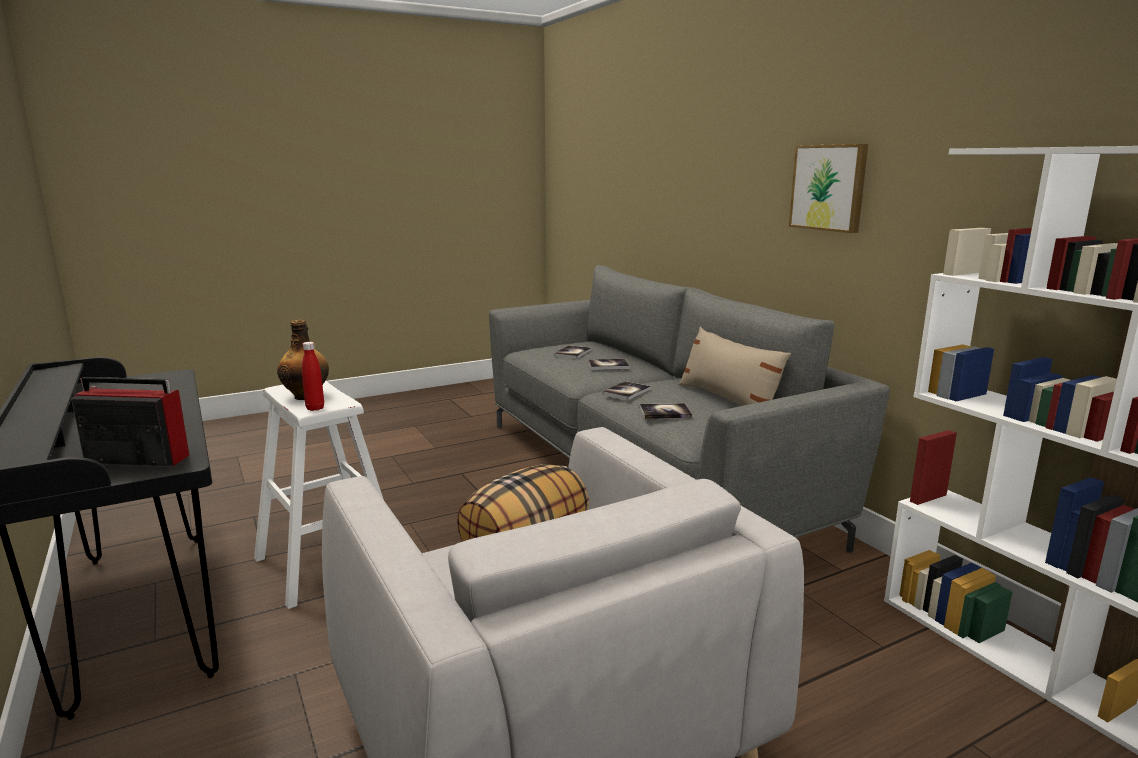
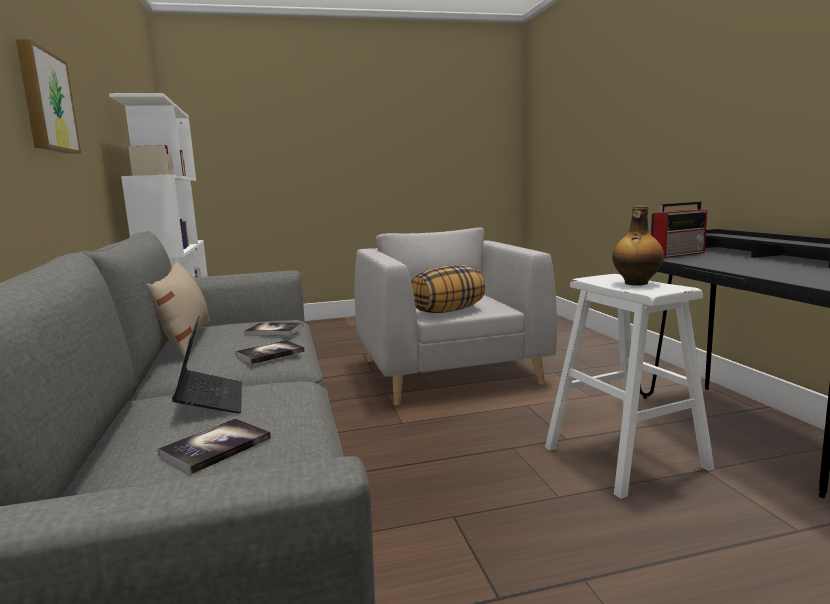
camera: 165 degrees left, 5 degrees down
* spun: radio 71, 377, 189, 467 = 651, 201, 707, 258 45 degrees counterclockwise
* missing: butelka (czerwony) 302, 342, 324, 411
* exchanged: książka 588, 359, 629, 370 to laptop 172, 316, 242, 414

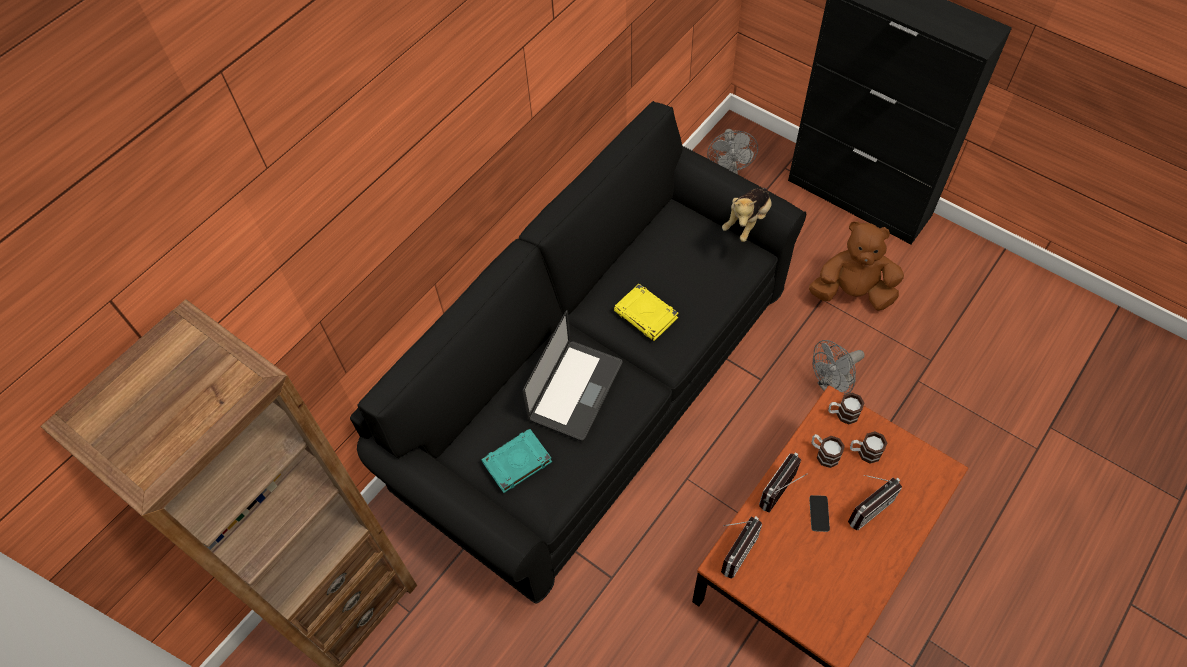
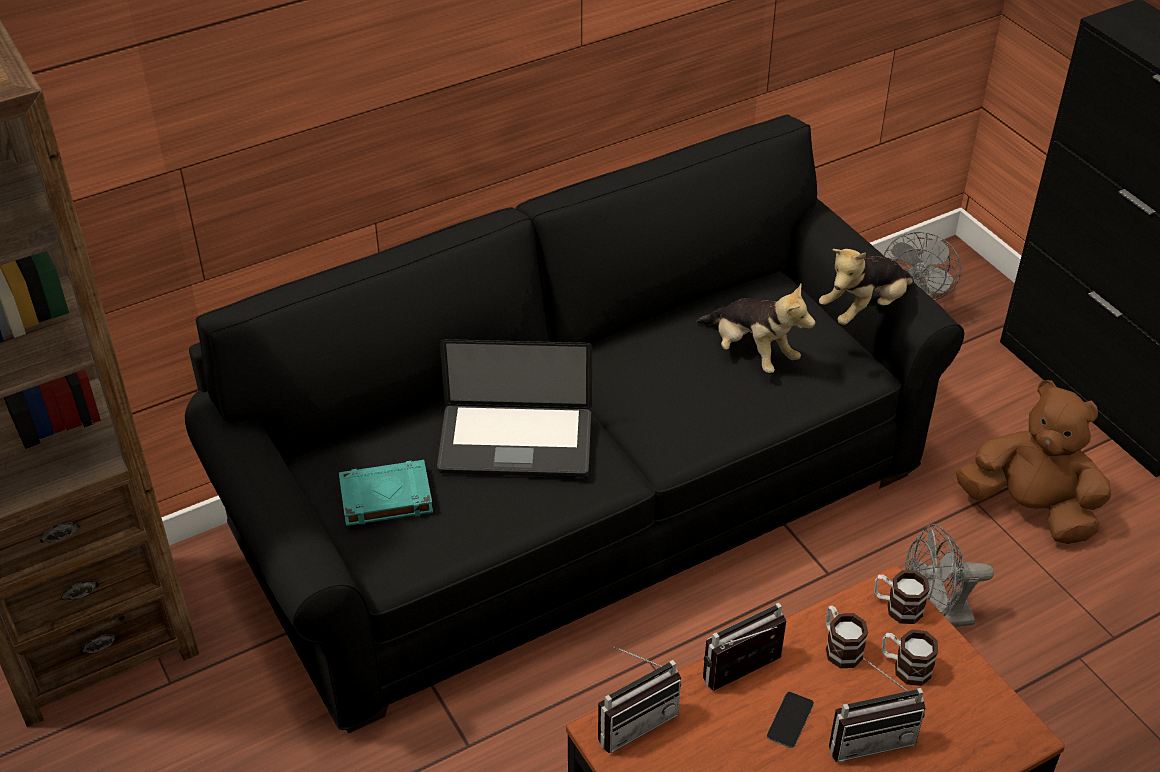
camera: 20 degrees right, 15 degrees down
* spun: laptop 523, 310, 623, 442 = 437, 339, 592, 477 45 degrees clockwise
* missing: książka (żółty) 613, 284, 679, 341
* appeared: pluszak 696, 284, 816, 373

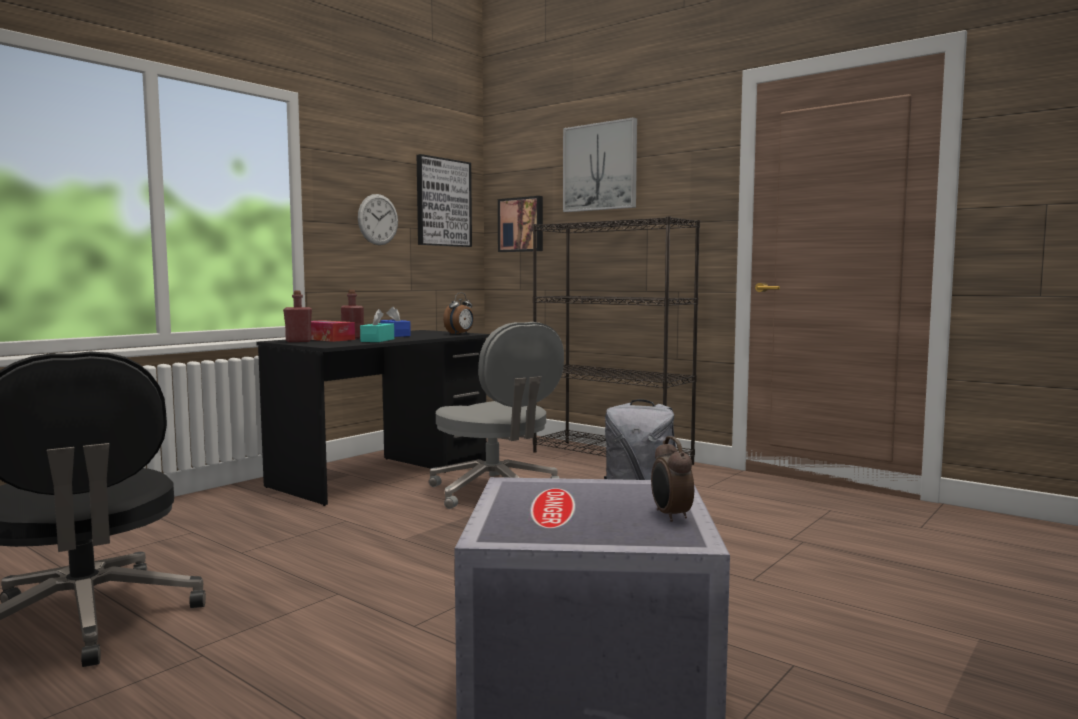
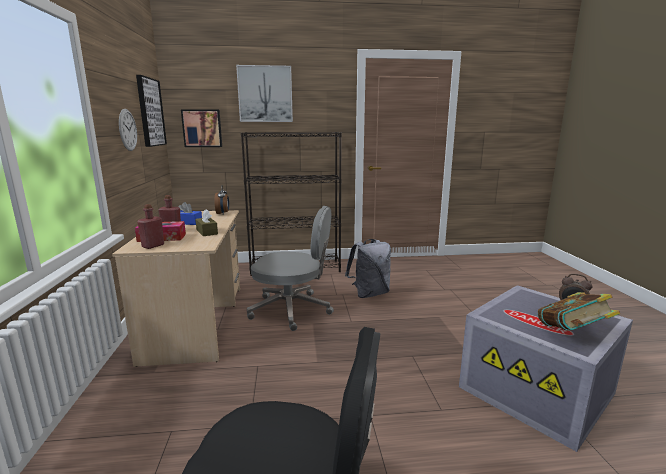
camera: 45 degrees left, 10 degrees up
* colour: biurko (czarny) 256, 330, 490, 506 to biurko (beżowy) 112, 210, 240, 367
* colour: pudełko chusteczek (turkusowy) 360, 309, 394, 342 to pudełko chusteczek (brązowy) 195, 209, 218, 236
* appeared: książka 538, 292, 620, 331

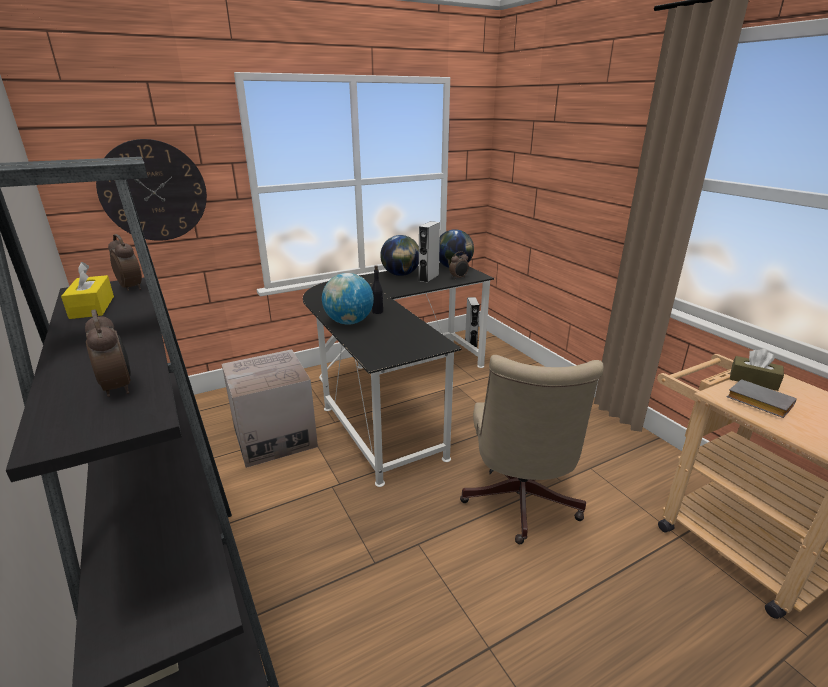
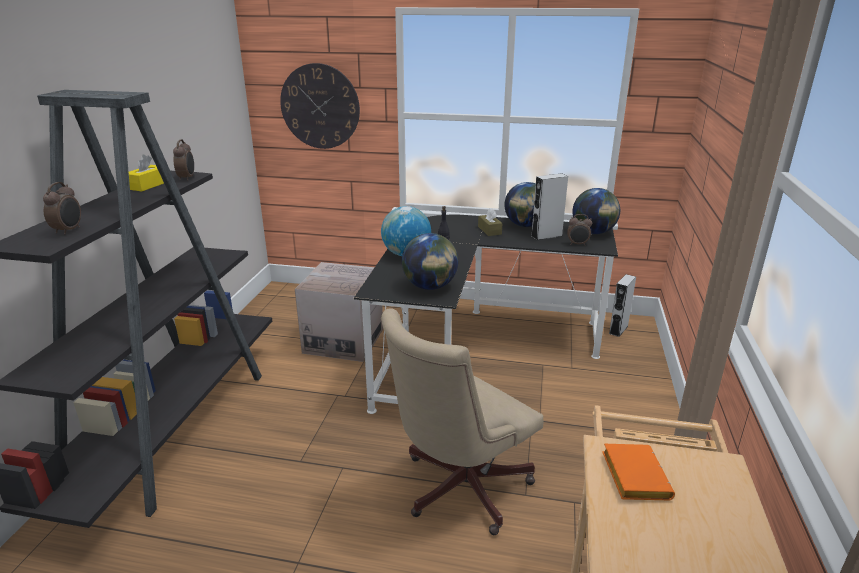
camera: 40 degrees right, 0 degrees up
* colour: książka (szary) 727, 379, 797, 418 to książka (pomarańczowy) 602, 444, 675, 500
* relocated: pudełko chusteczek (brązowy) 730, 349, 784, 391 to 478, 208, 502, 236
* appeared: globus 402, 233, 458, 290

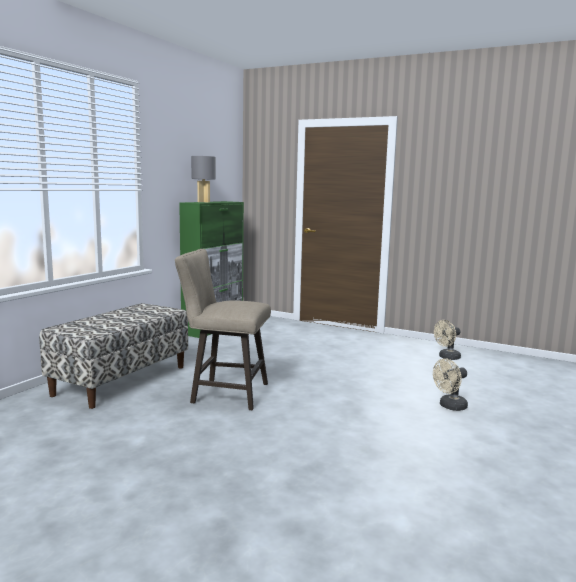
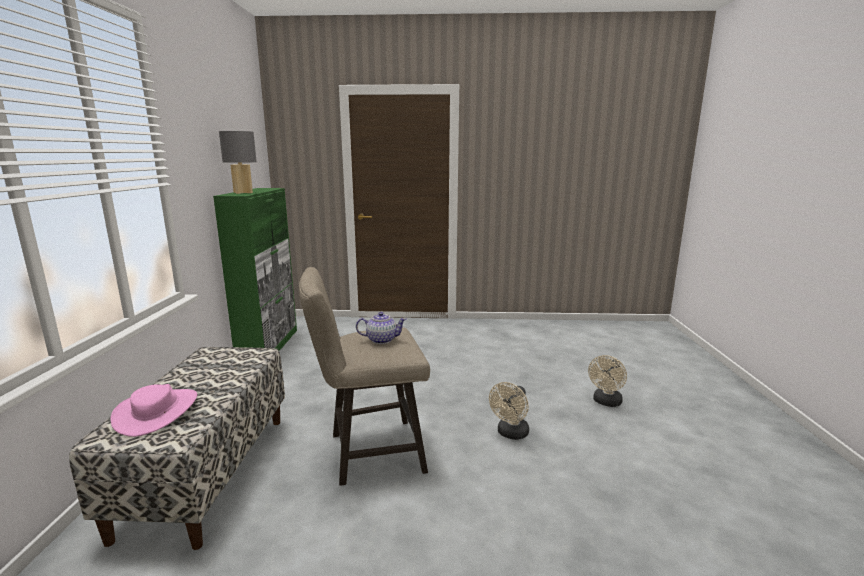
camera: 25 degrees left, 5 degrees up
* relocated: wentylator (beżowy) 434, 320, 461, 360 to 489, 382, 529, 440
* appeared: kapelusz (różowy) 110, 384, 197, 437
* appeared: imbryk 356, 312, 407, 344

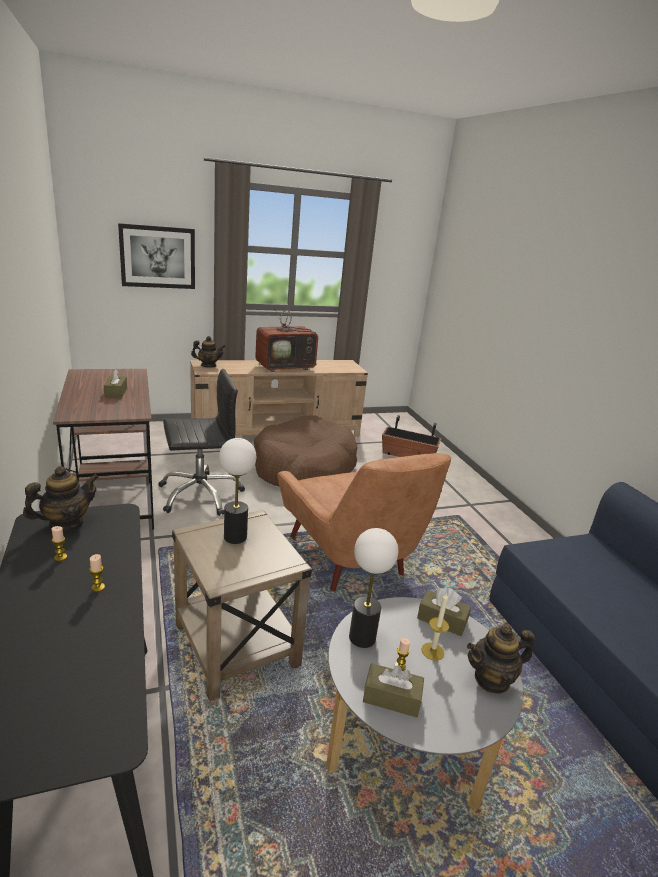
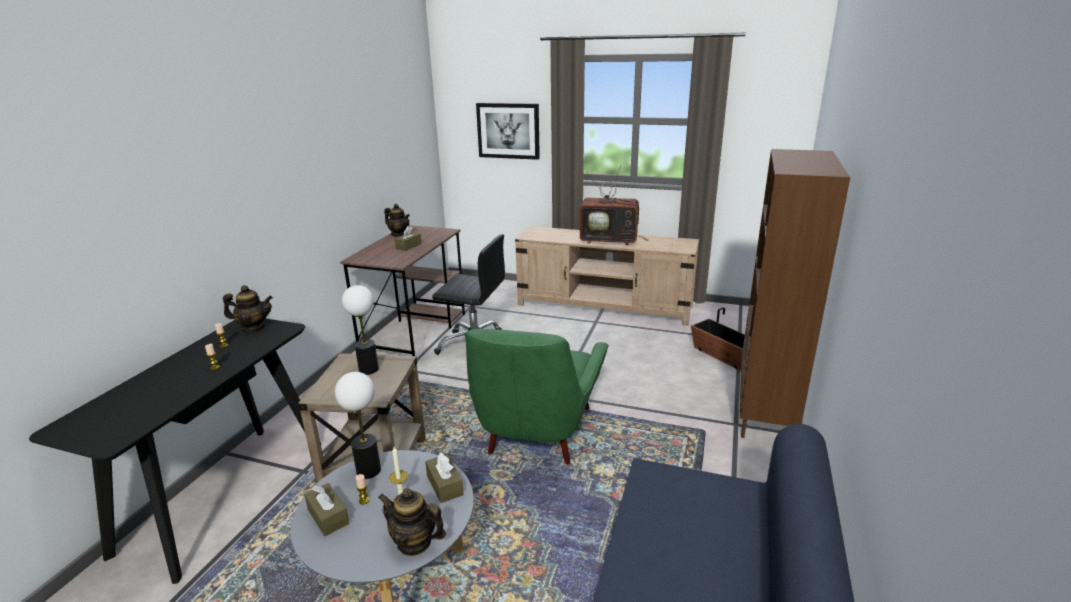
camera: 40 degrees right, 0 degrees up
* relocated: imbryk 191, 336, 225, 367 to 384, 204, 410, 236
* missing: legowisko (brązowy) 254, 415, 358, 486
* colour: fotel (brązowy) 277, 453, 451, 591 to fotel (zielony) 465, 329, 609, 464
* appeared: regał (brązowy) 740, 149, 850, 438

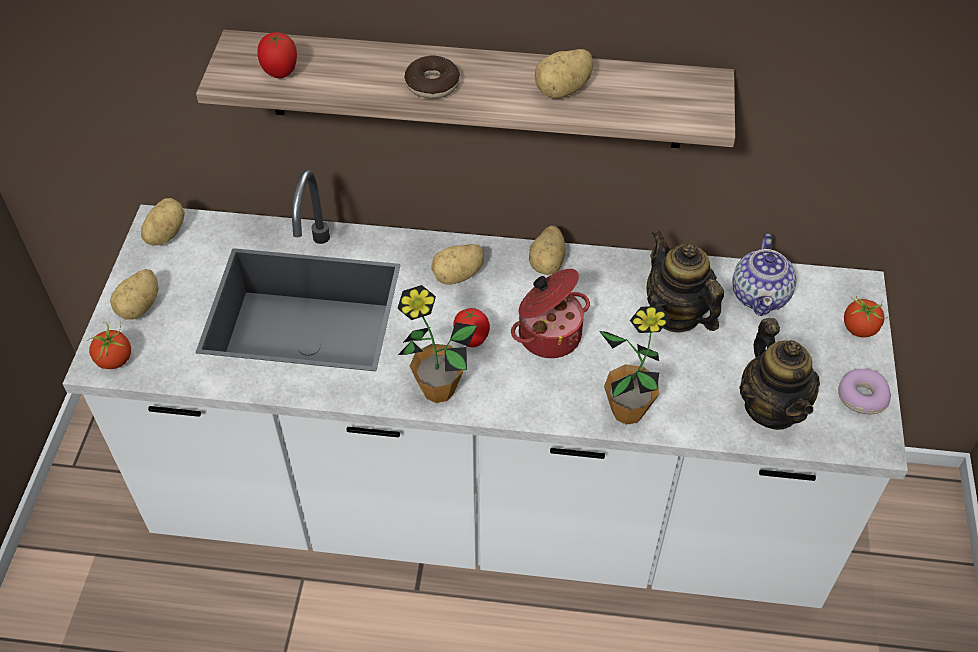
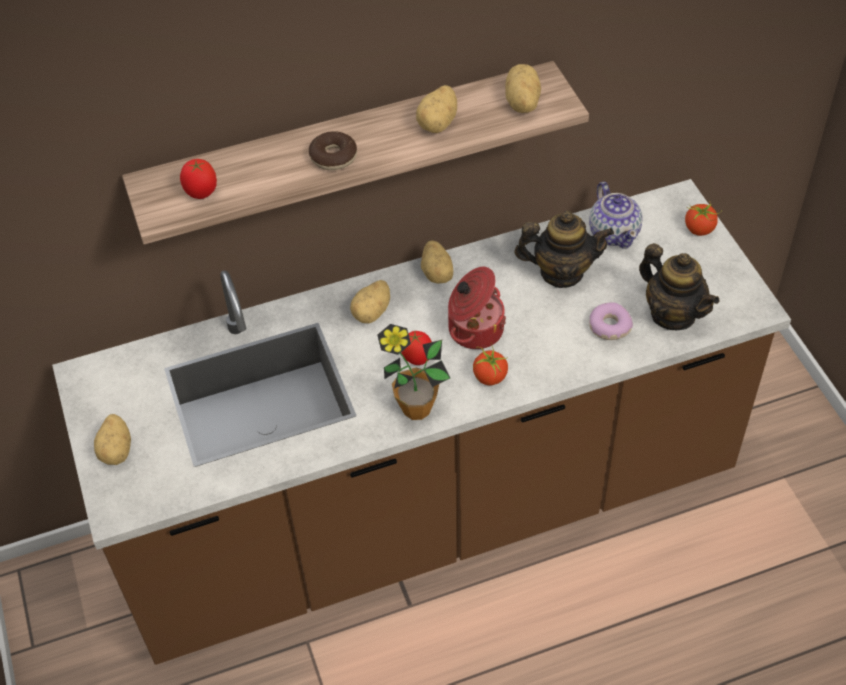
camera: 25 degrees left, 0 degrees up
* colour: zabudowa kuchenna (biały) 63, 170, 908, 608 to zabudowa kuchenna (brązowy) 52, 179, 791, 665
* relocated: pomidor 87, 322, 131, 369 to 473, 344, 508, 386
* relocated: ziemniak 141, 198, 185, 246 to 506, 64, 541, 113
* missing: roślina doniczkowa 599, 306, 670, 425
* spun: imbryk 646, 230, 724, 333 = 514, 211, 614, 288 150 degrees clockwise
* relocated: donut 838, 369, 891, 414 to 589, 302, 633, 340

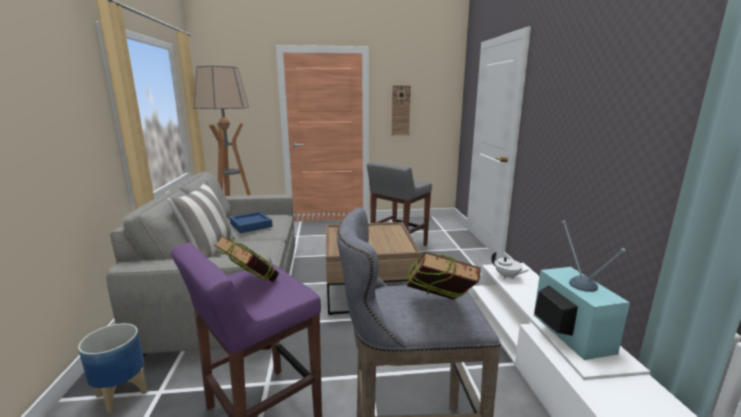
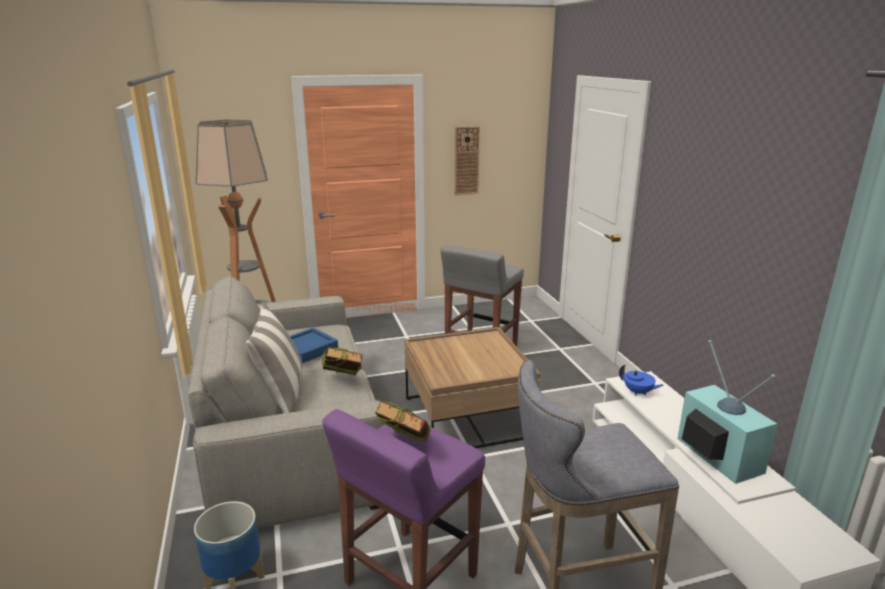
camera: 10 degrees left, 5 degrees up
* relocated: książka 407, 252, 481, 300 to 322, 347, 363, 375
* colour: imbryk (biały) 491, 252, 529, 279 to imbryk (niebieski) 619, 365, 664, 396

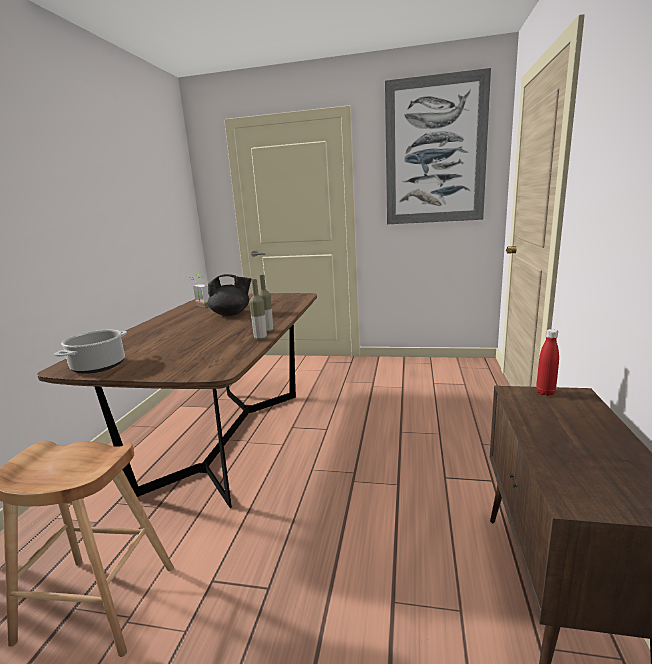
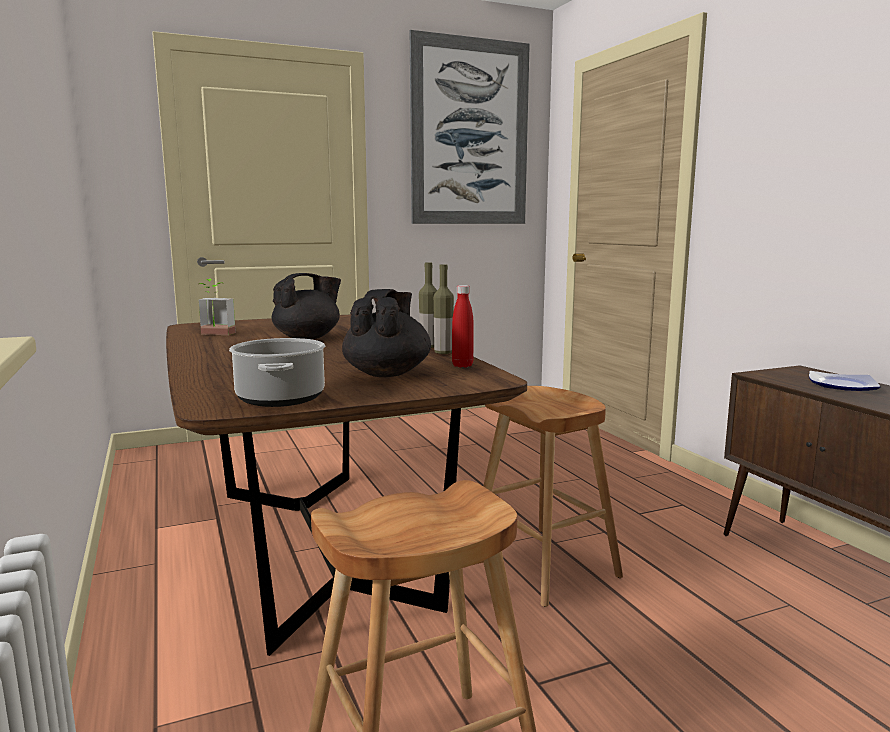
camera: 35 degrees left, 5 degrees down
* relocated: butelka (czerwony) 536, 329, 559, 396 to 452, 285, 474, 367
* appeared: imbryk (czarny) 342, 289, 431, 377
* appeared: stołek (brązowy) 483, 386, 623, 607
* appeared: talerz 809, 371, 881, 391

